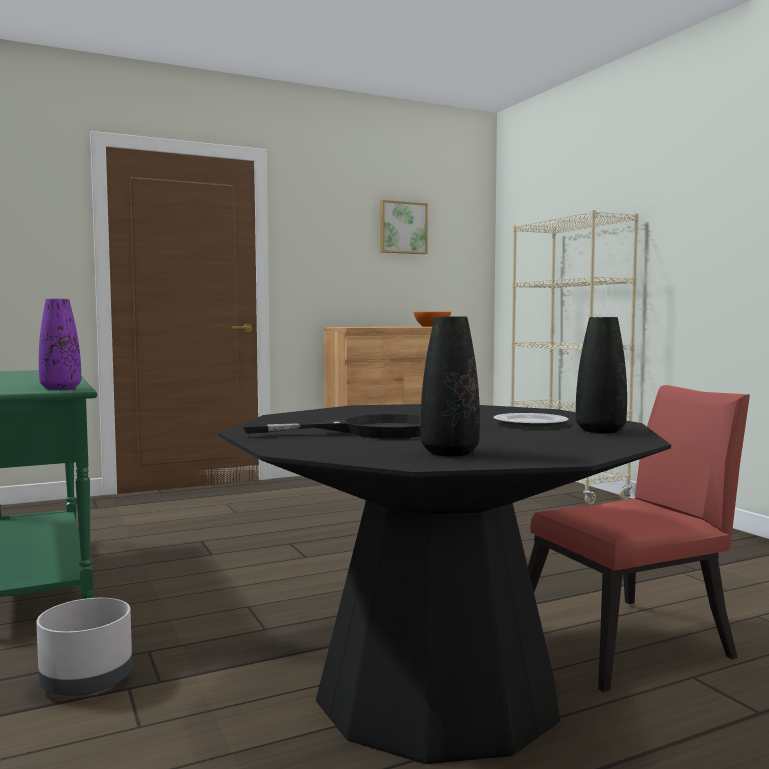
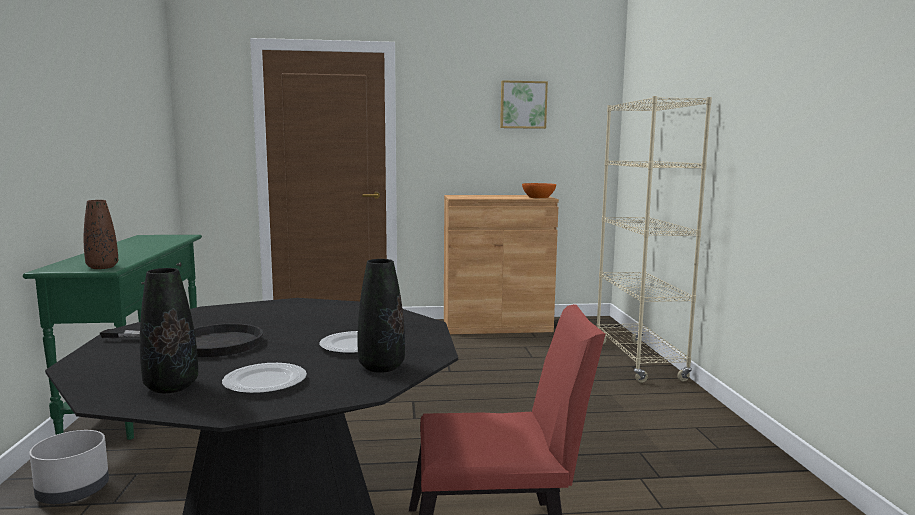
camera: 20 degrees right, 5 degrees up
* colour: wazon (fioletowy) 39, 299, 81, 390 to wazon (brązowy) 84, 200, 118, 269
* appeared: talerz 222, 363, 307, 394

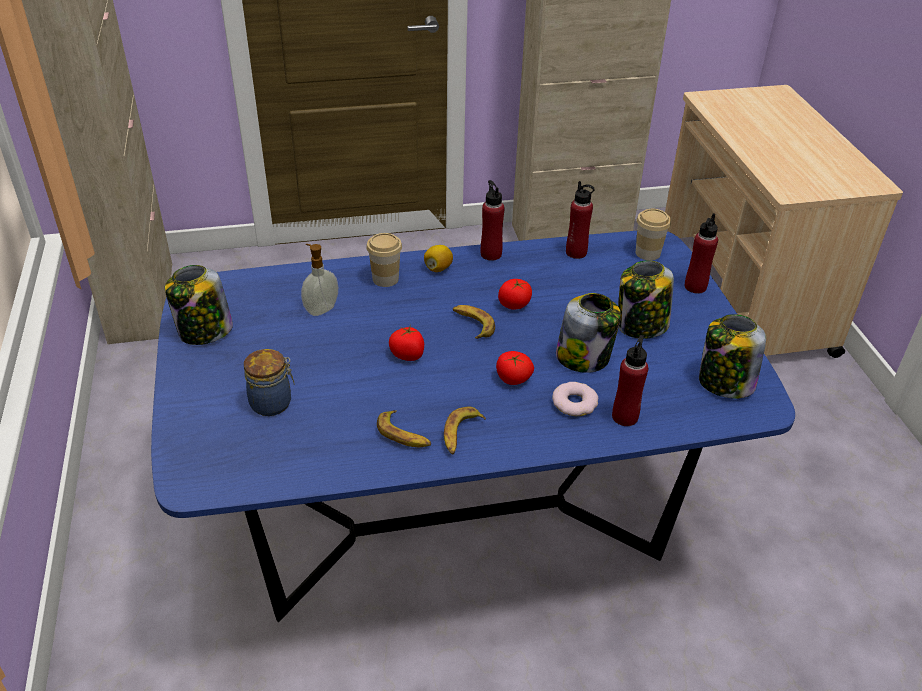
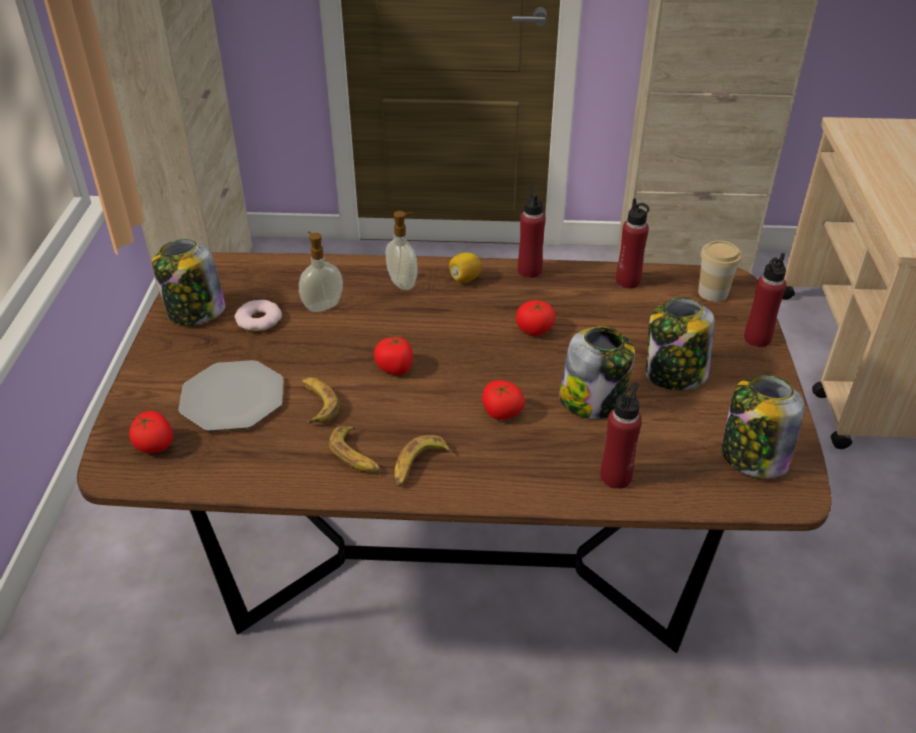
camera: 15 degrees right, 0 degrees up
* colour: stół jadalny (niebieski) 151, 231, 795, 622 to stół jadalny (brązowy) 77, 252, 832, 653
* exchanged: słoik 244, 349, 295, 416 to talerz 178, 360, 284, 431
* exchanged: filiżanka 366, 233, 402, 287 to dozownik mydła 386, 211, 418, 290
* relocated: banan 453, 305, 495, 339 to 301, 377, 339, 423
* relocated: donut 552, 382, 598, 416 to 235, 300, 282, 331
* appeared: pomidor 129, 411, 173, 453

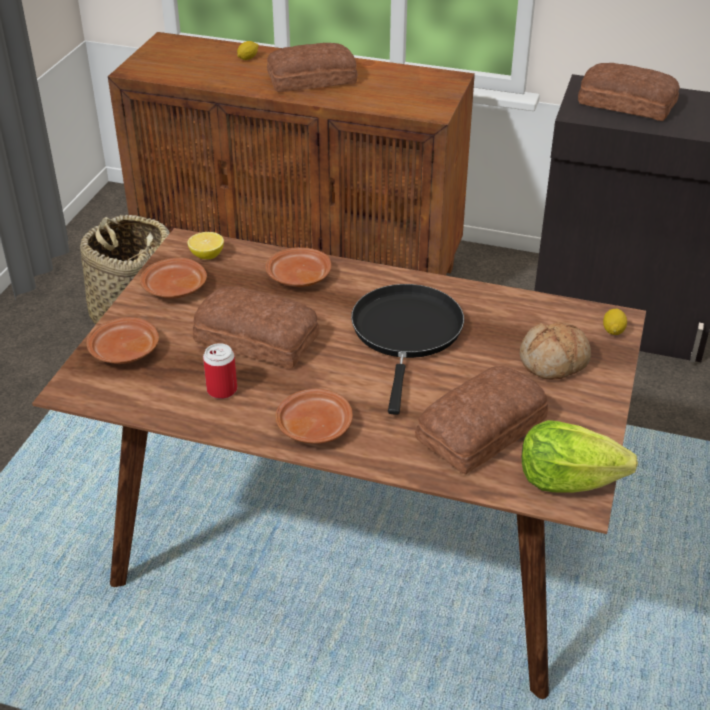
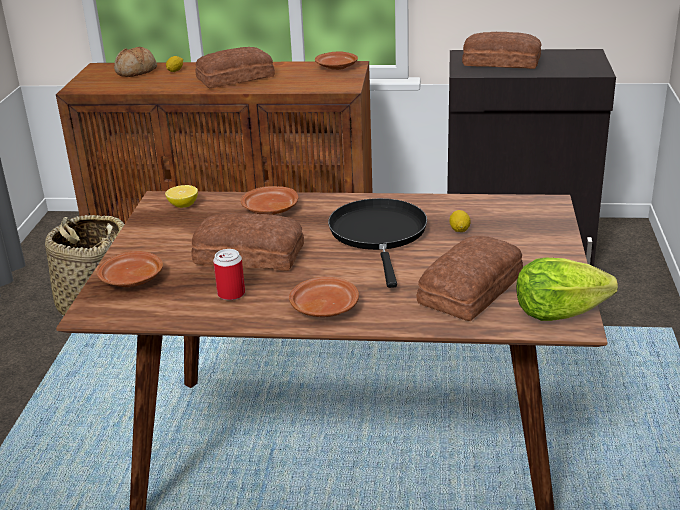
camera: 10 degrees left, 10 degrees down
* relocated: talerz (brązowy) 140, 258, 207, 299 to 315, 51, 358, 70
* relocated: chleb 519, 322, 591, 380 to 114, 47, 157, 77
* relocated: cytryna 603, 308, 627, 335 to 449, 210, 470, 232

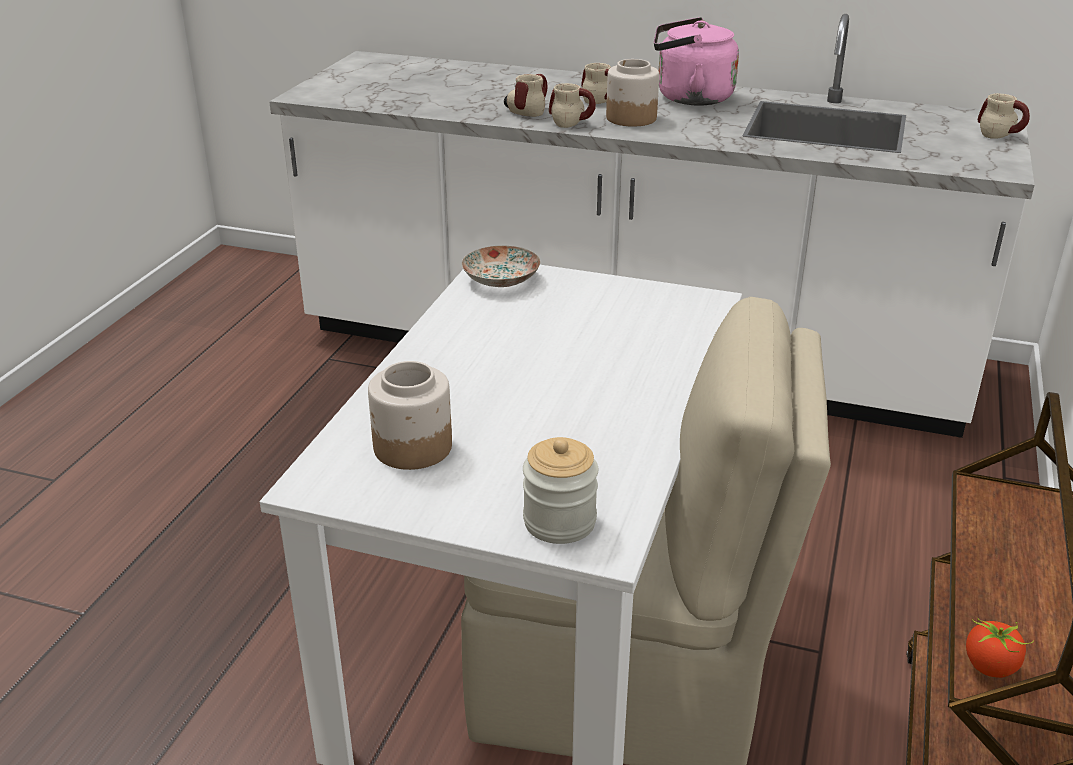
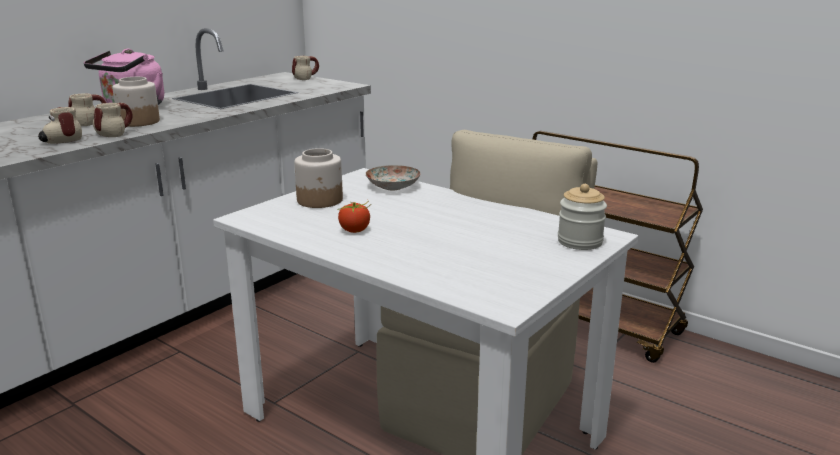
camera: 70 degrees left, 10 degrees down
* relocated: słoik 368, 361, 452, 470 to 294, 148, 343, 208
* relocated: talerz 462, 246, 540, 287 to 366, 165, 421, 190
* relocated: pomidor 966, 618, 1034, 678 to 338, 200, 371, 233

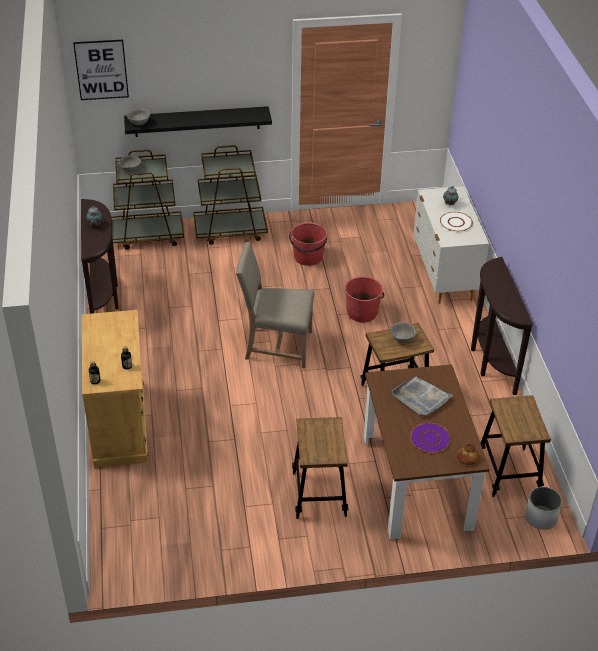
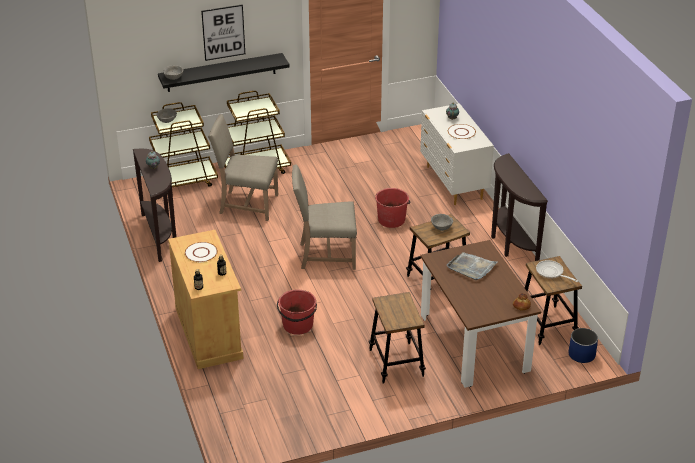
camera: 10 degrees left, 5 degrees down
* relocated: obraz 73, 39, 129, 100 to 201, 5, 245, 61
* relocated: wiadro (czerwony) 289, 222, 327, 266 to 277, 290, 317, 335
* missing: talerz (fioletowy) 410, 423, 451, 453
* colour: donica (biały) 525, 487, 562, 529 to donica (niebieski) 569, 328, 598, 363
* appeared: talerz (biały) 185, 242, 218, 262
* appeared: krzesło (beżowy) 208, 114, 278, 221
* appeared: patelnia 536, 260, 578, 282

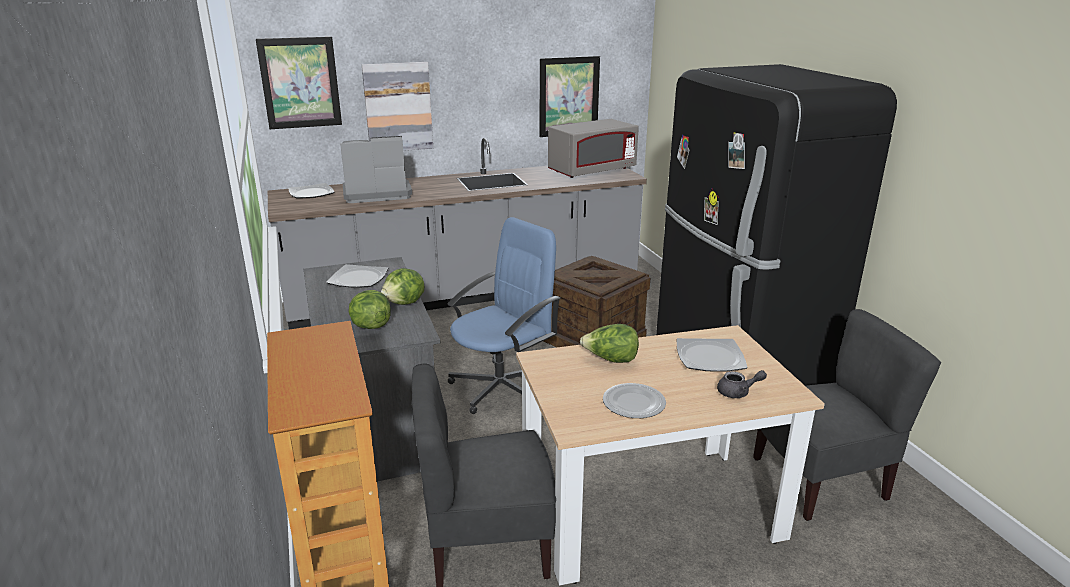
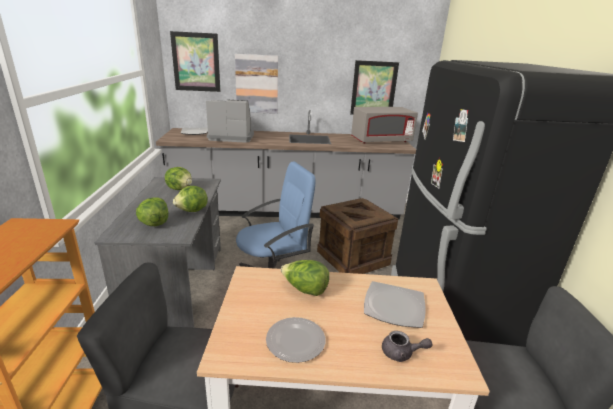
camera: 15 degrees right, 0 degrees up
* exchanged: talerz 326, 264, 388, 288 to sałata 165, 167, 192, 190

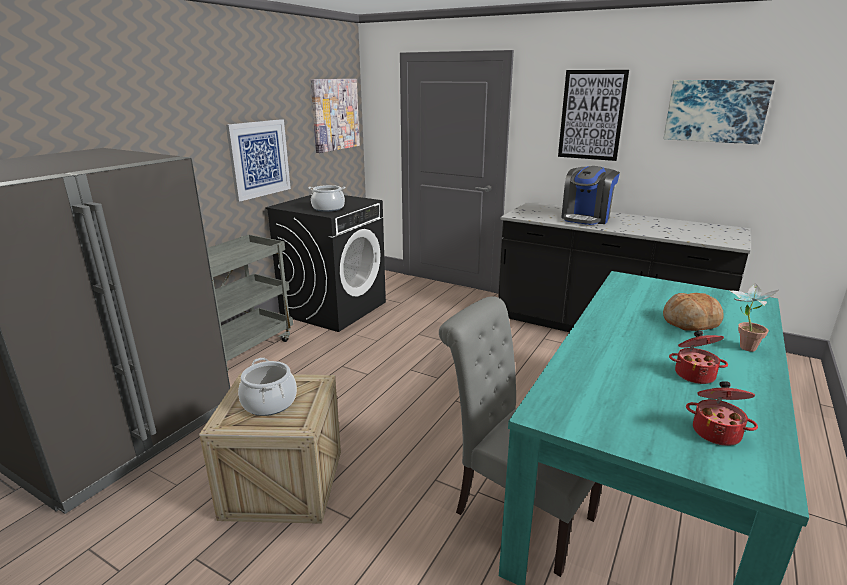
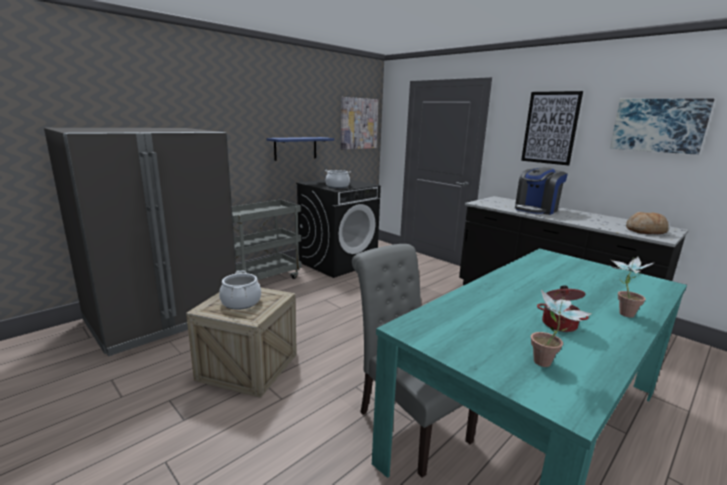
camera: 15 degrees right, 5 degrees down
* exchanged: obraz 226, 119, 291, 202 to półka (niebieski) 266, 137, 334, 161
* relocated: chleb 663, 293, 724, 331 to 626, 212, 669, 234
* exchanged: garnek 686, 381, 758, 446 to roślina doniczkowa 531, 290, 592, 367

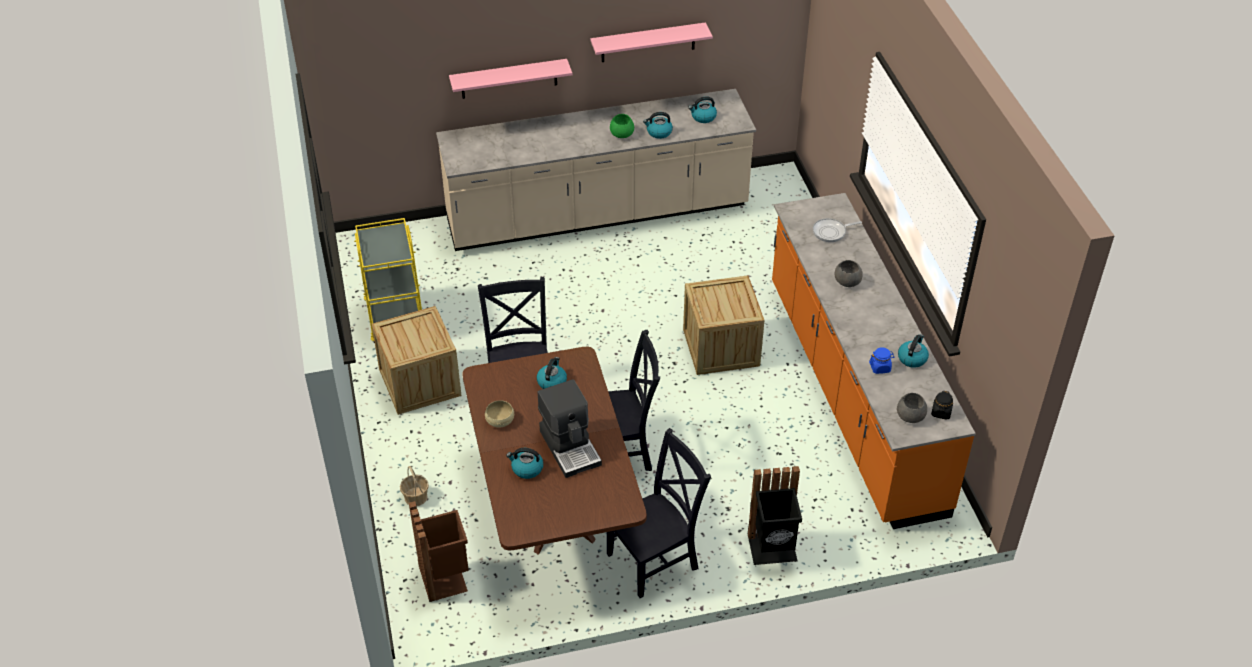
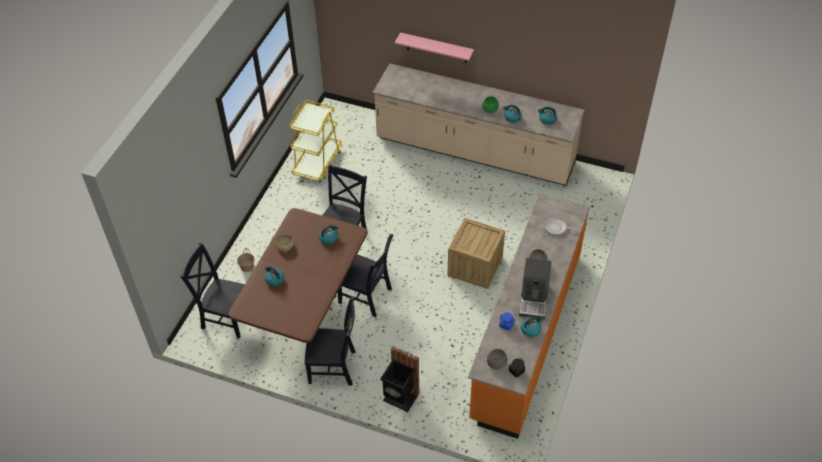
camera: 35 degrees right, 5 degrees up
* missing: skrzynka 371, 306, 462, 415
* exchanged: kosz na śmieci (brązowy) 409, 501, 469, 602 to krzesło (czarny) 180, 242, 245, 339
* relocated: ekspres do kawy 538, 379, 602, 478 to 519, 258, 551, 319
* missing: półka (różowy) 590, 22, 713, 62

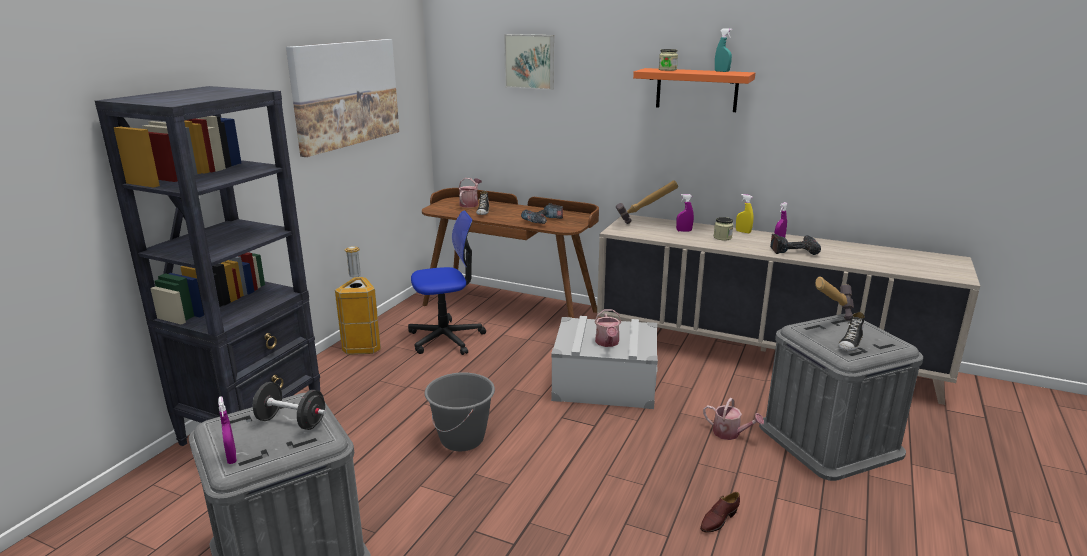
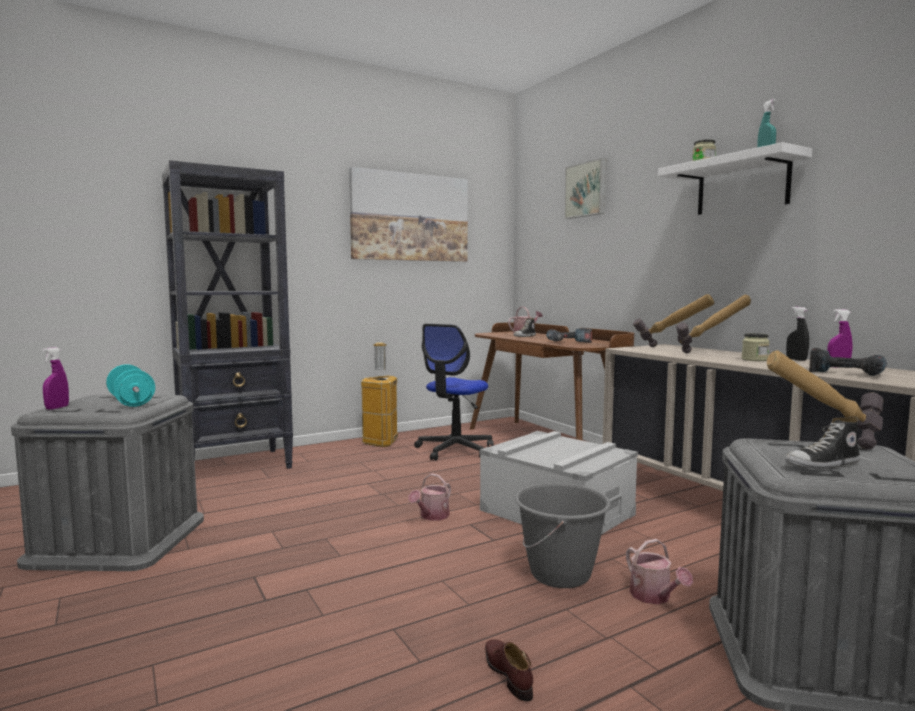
camera: 35 degrees right, 15 degrees down
* colour: hantel (czarny) 253, 382, 326, 430 to hantel (turkusowy) 106, 364, 155, 407
* spun: krzesło biurowe 408, 210, 486, 355 = 414, 324, 494, 460 105 degrees clockwise
* relocated: wiadro (szary) 425, 372, 495, 451 to 515, 483, 611, 588
* relocated: konewka 595, 309, 621, 347 to 408, 473, 451, 521
* colour: półka (pomarańczowy) 633, 68, 755, 112 to półka (biały) 658, 142, 812, 215
* exchanged: spryskiwacz (fioletowy) 676, 194, 694, 232 to młotek 676, 294, 751, 353
* spun: but (brązowy) 700, 492, 740, 533 = 485, 639, 533, 701 75 degrees clockwise
* colour: spryskiwacz (żółty) 736, 194, 754, 233 to spryskiwacz (czarny) 786, 307, 809, 361

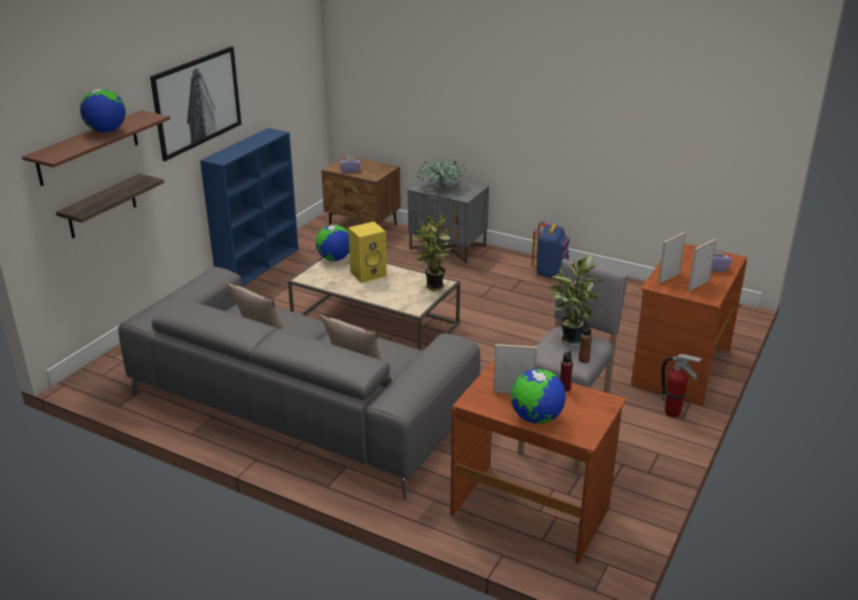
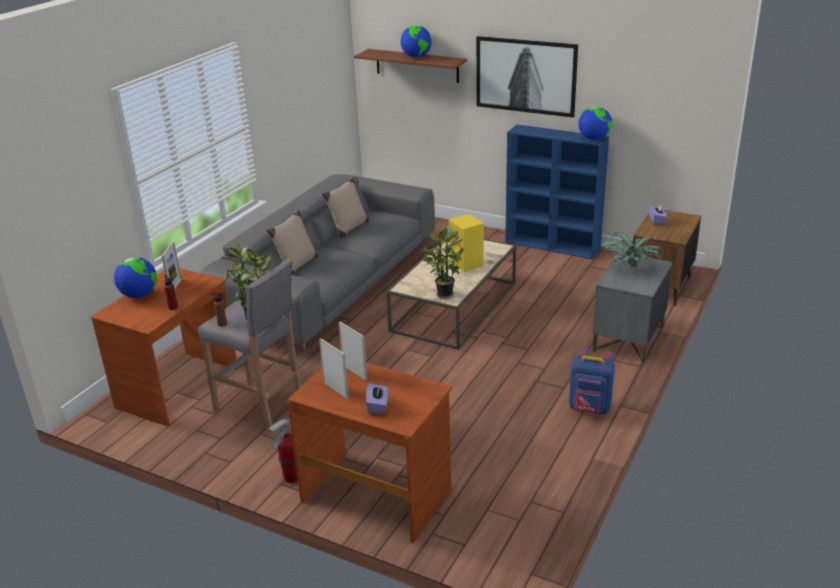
camera: 90 degrees right, 0 degrees up
* missing: półka 56, 173, 164, 238
* relocated: globus 316, 225, 349, 261 to 578, 107, 612, 140

